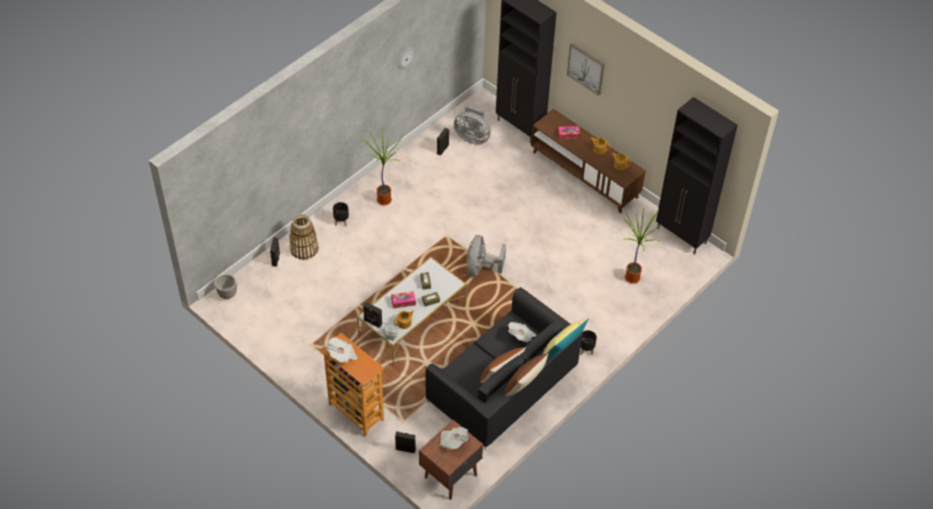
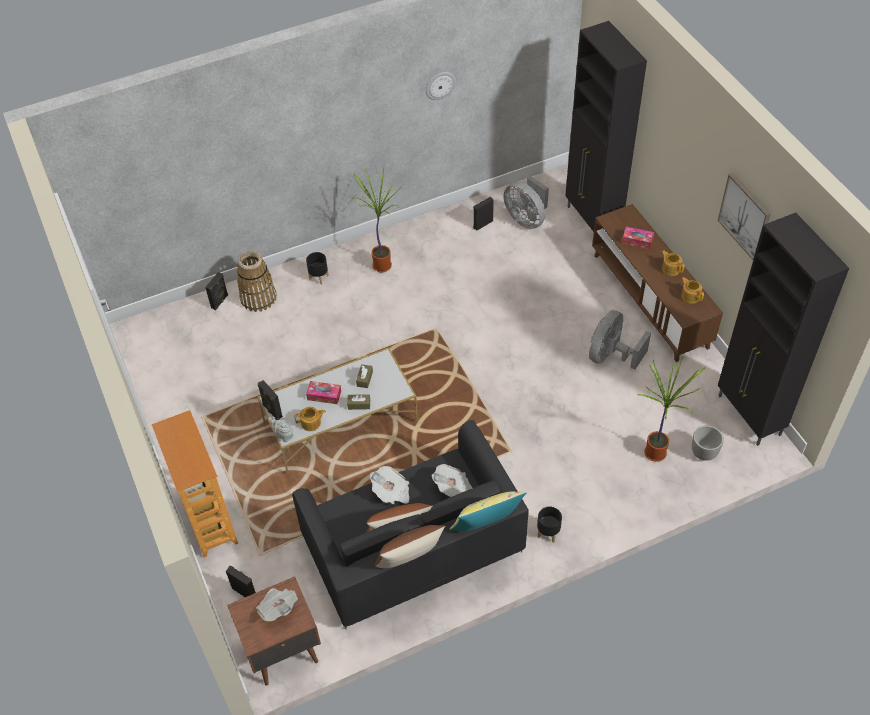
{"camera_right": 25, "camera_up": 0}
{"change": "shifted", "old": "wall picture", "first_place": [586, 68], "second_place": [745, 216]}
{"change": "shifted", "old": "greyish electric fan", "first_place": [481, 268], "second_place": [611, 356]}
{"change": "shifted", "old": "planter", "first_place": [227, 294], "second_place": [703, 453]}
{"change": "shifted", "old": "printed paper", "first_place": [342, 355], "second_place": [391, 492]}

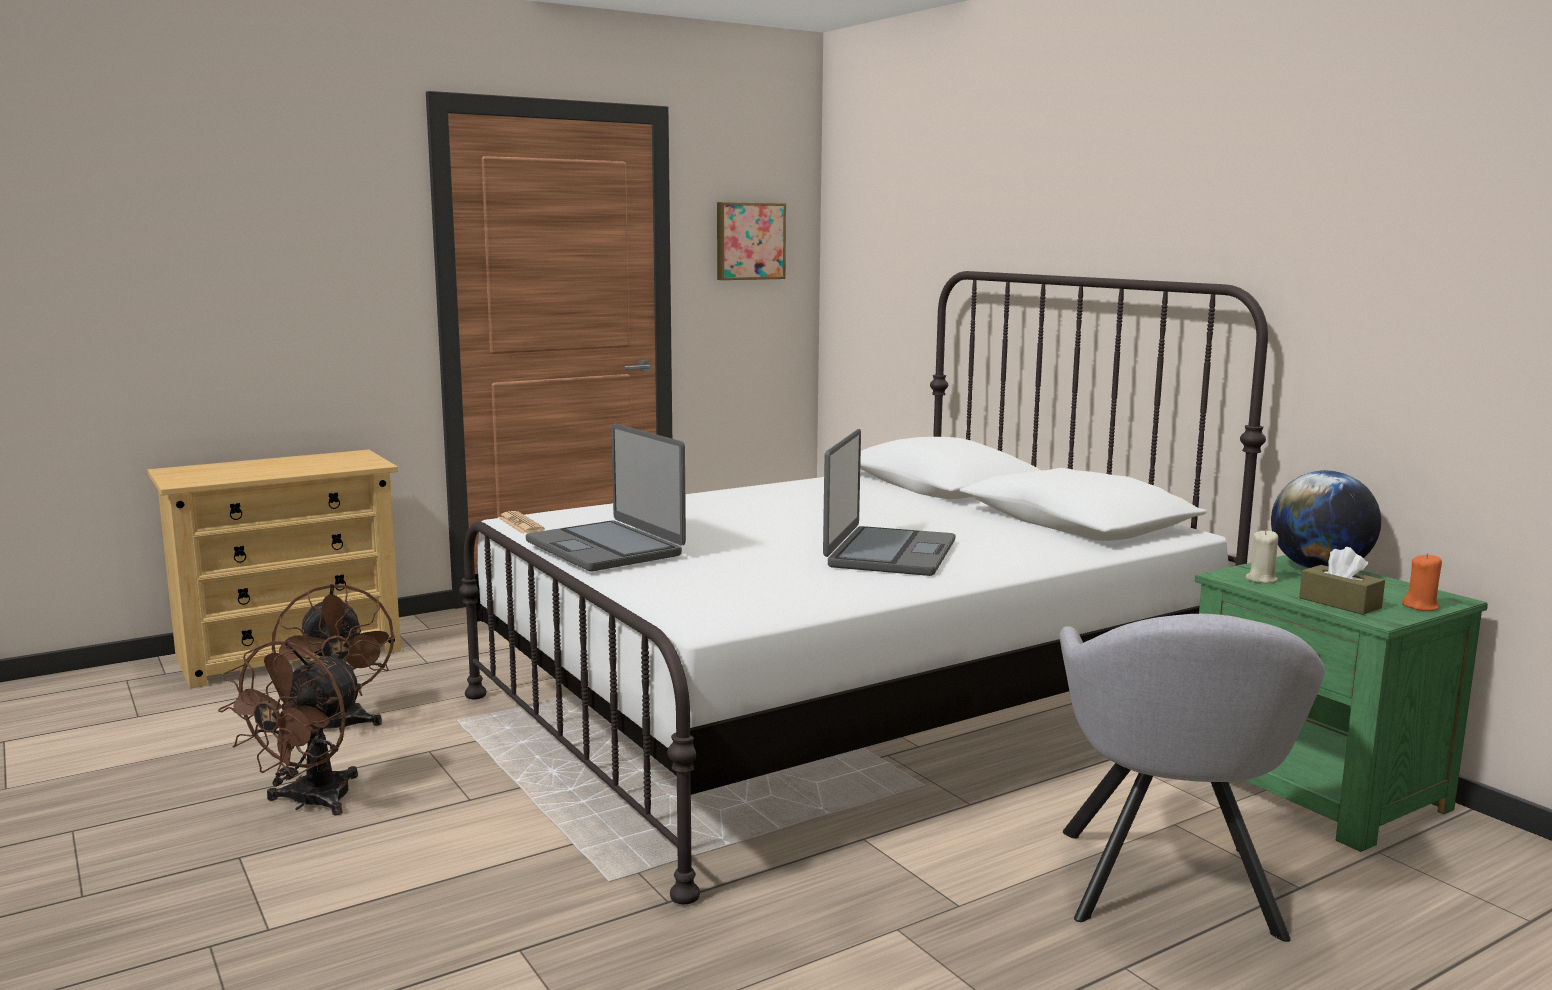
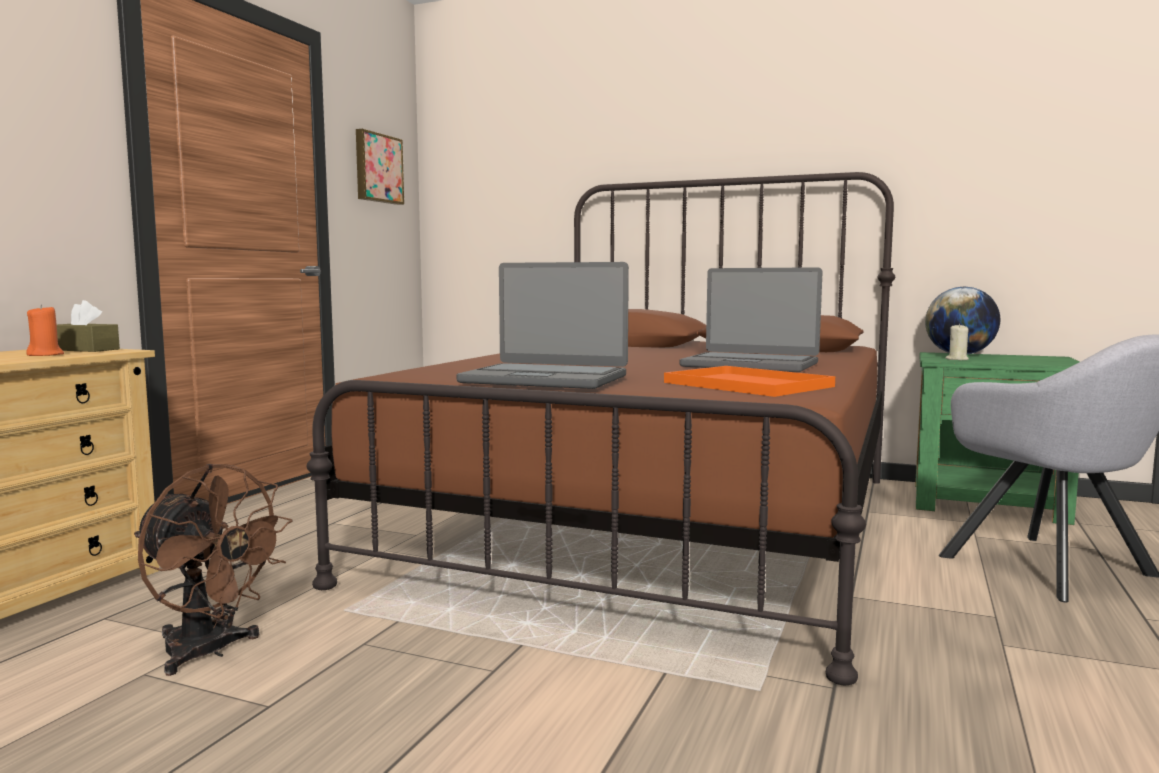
{"camera_right": -35, "camera_up": -5}
{"change": "repainted", "old": "whitish sleeping bed", "new": "brownish sleeping bed", "first_place": [843, 710], "second_place": [658, 524]}
{"change": "rotated", "old": "notebook computer", "first_place": [889, 553], "second_place": [750, 365], "degrees": 135}
{"change": "gone", "old": "printed paper", "first_place": [520, 524]}
{"change": "shifted", "old": "brownish tissue holder", "first_place": [1339, 603], "second_place": [85, 349]}
{"change": "shifted", "old": "orangey candle", "first_place": [1421, 606], "second_place": [45, 355]}
{"change": "gone", "old": "brownish electric fan", "first_place": [309, 803]}
{"change": "new", "new": "orangey tray", "second_place": [744, 384]}

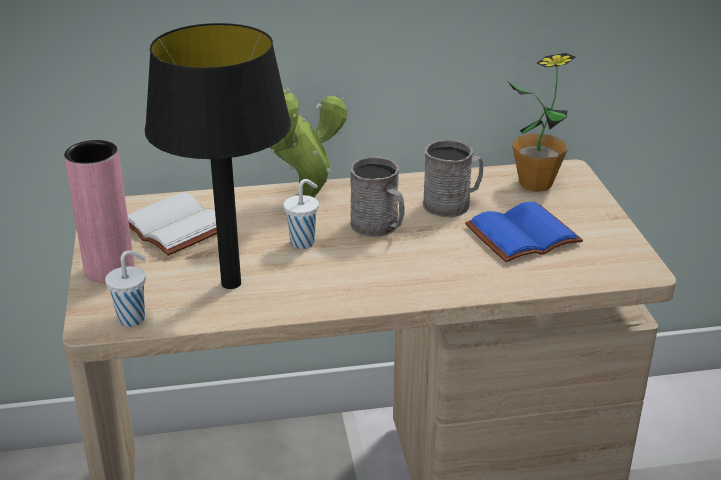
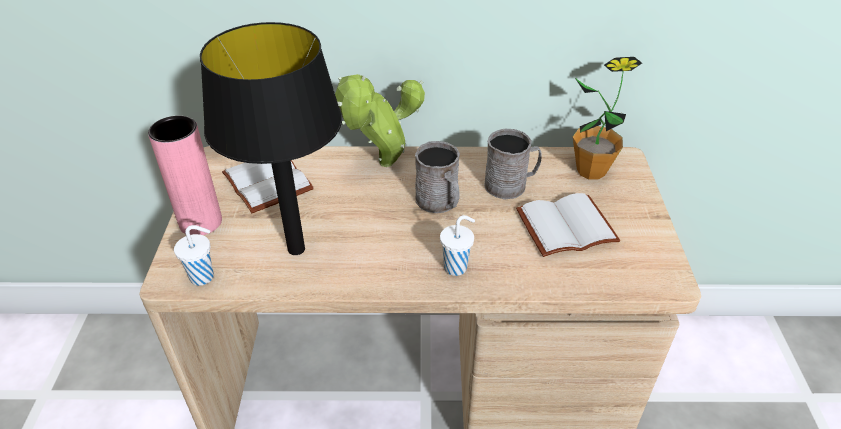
{"camera_right": 10, "camera_up": 10}
{"change": "shifted", "old": "whitish small cup", "first_place": [303, 242], "second_place": [456, 267]}
{"change": "repainted", "old": "blue volume", "new": "whitish volume", "first_place": [522, 233], "second_place": [566, 225]}

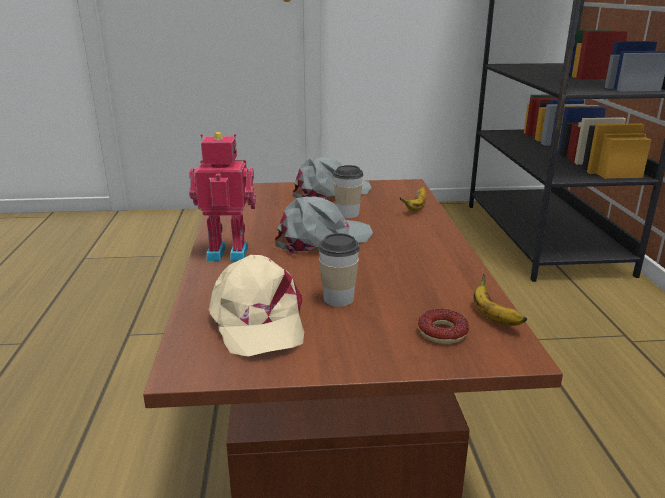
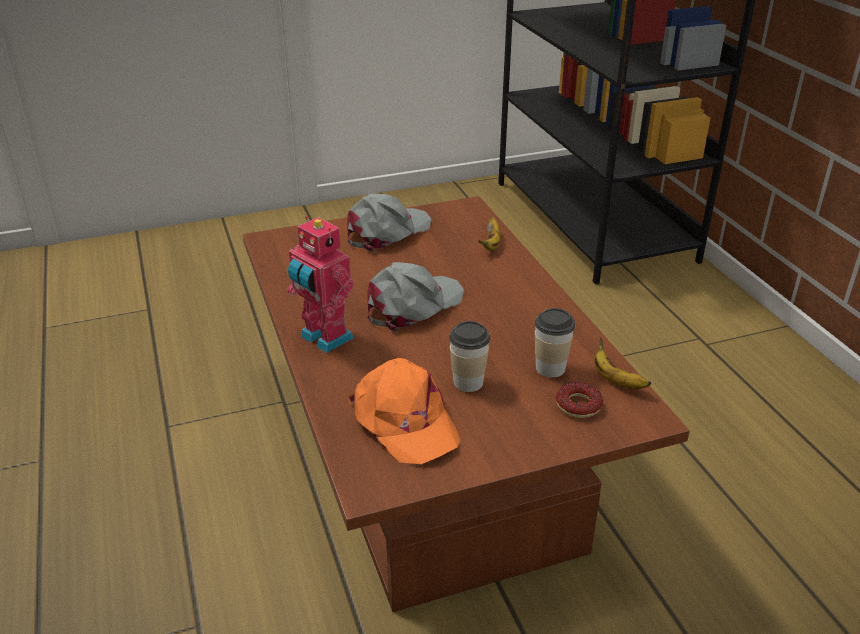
{"camera_right": -15, "camera_up": 10}
{"change": "rotated", "old": "robot figure", "first_place": [228, 252], "second_place": [324, 338], "degrees": -120}
{"change": "shifted", "old": "small cup", "first_place": [347, 214], "second_place": [550, 368]}
{"change": "repainted", "old": "sand-coloured baseball cap", "new": "orangey baseball cap", "first_place": [257, 320], "second_place": [404, 421]}

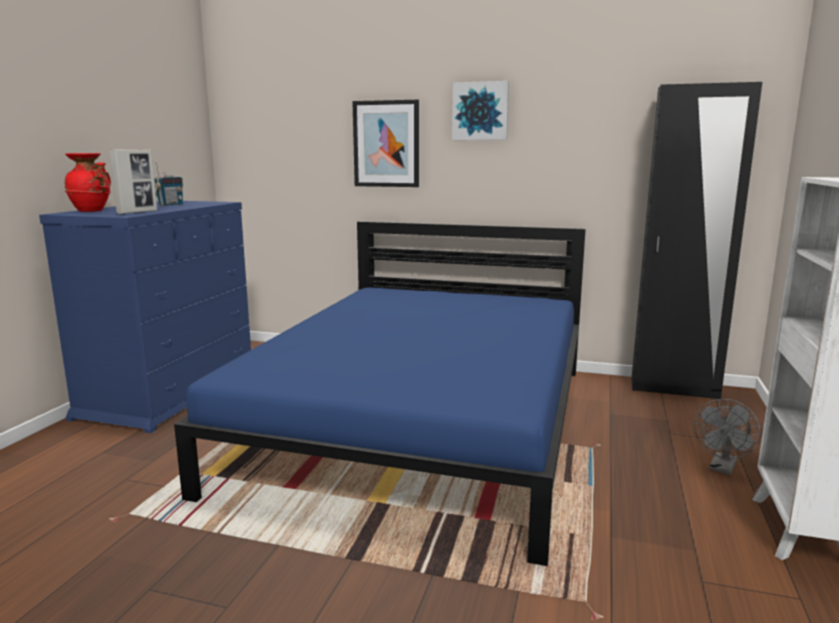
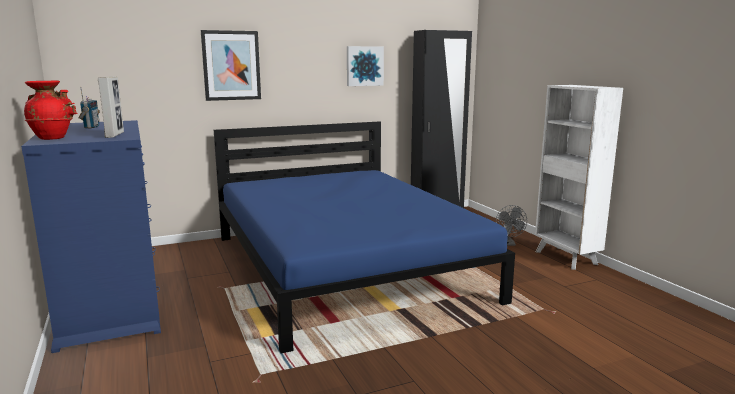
{"camera_right": -40, "camera_up": 0}
{"change": "shifted", "old": "wall picture", "first_place": [480, 111], "second_place": [364, 66]}

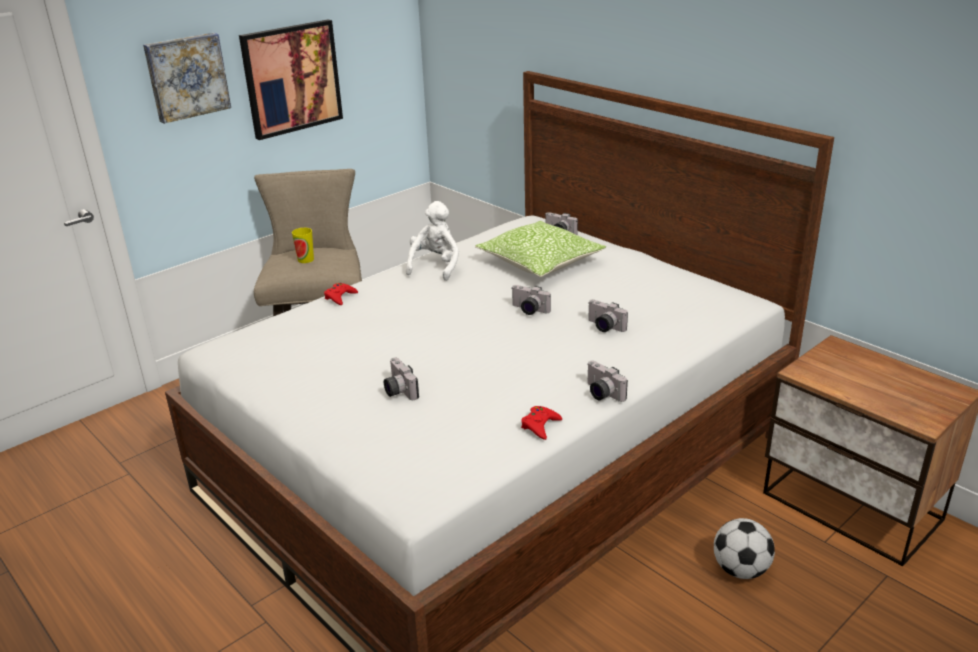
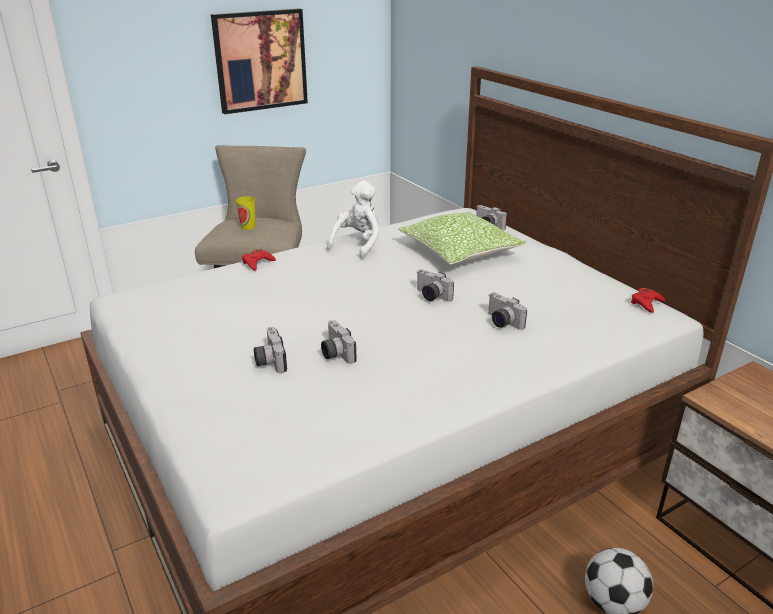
{"camera_right": 10, "camera_up": 0}
{"change": "gone", "old": "wall picture", "first_place": [186, 76]}
{"change": "shifted", "old": "still camera", "first_place": [601, 393], "second_place": [335, 353]}
{"change": "shifted", "old": "red game controller", "first_place": [540, 426], "second_place": [646, 303]}

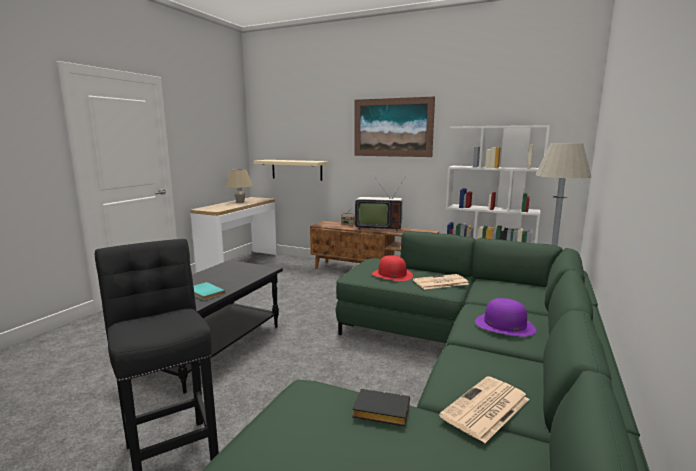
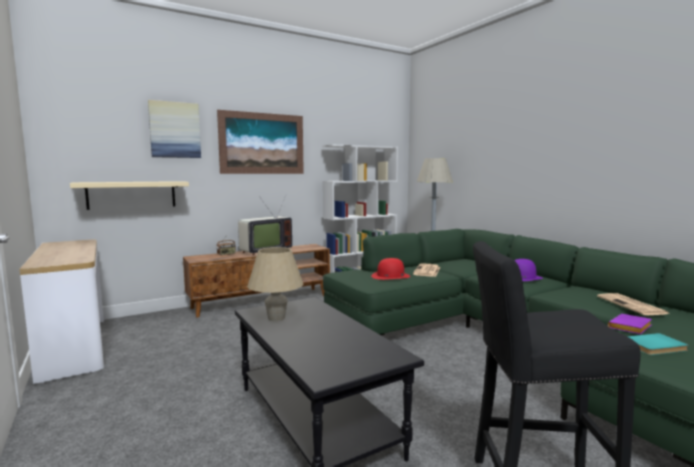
{"camera_right": -55, "camera_up": -5}
{"change": "shifted", "old": "sand-coloured table lamp", "first_place": [240, 202], "second_place": [276, 318]}
{"change": "shifted", "old": "turquoise volume", "first_place": [204, 293], "second_place": [655, 347]}
{"change": "repainted", "old": "black volume", "new": "purple volume", "first_place": [379, 412], "second_place": [630, 328]}
{"change": "new", "new": "wall picture", "second_place": [175, 130]}

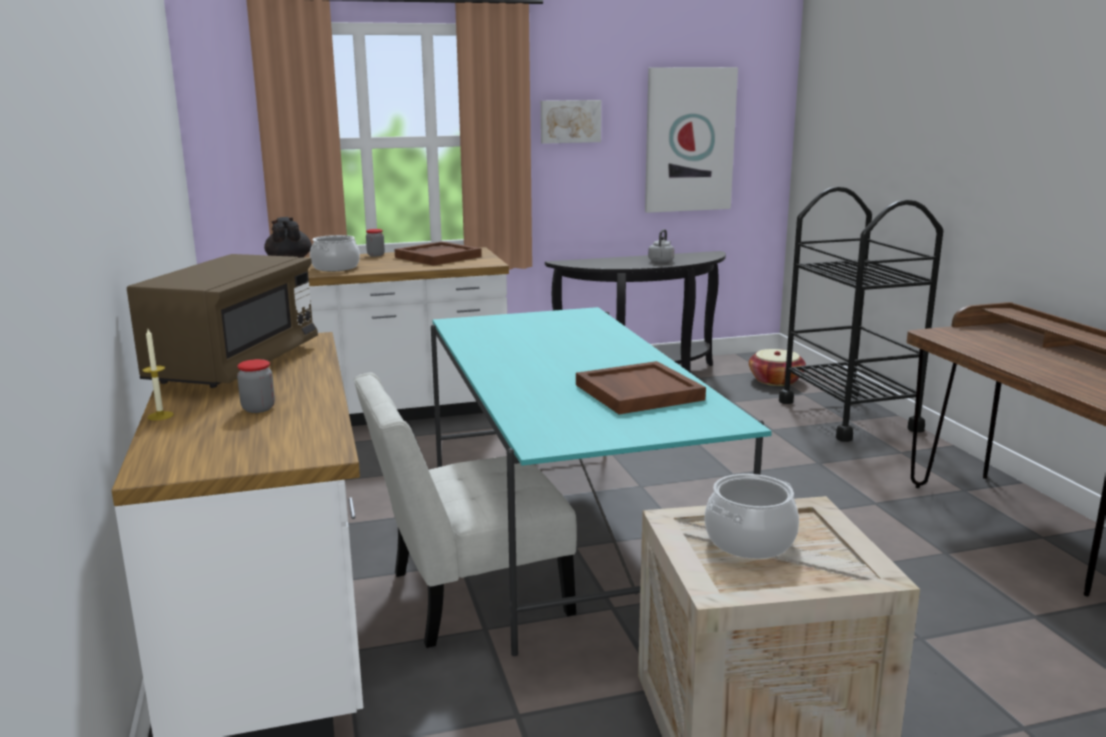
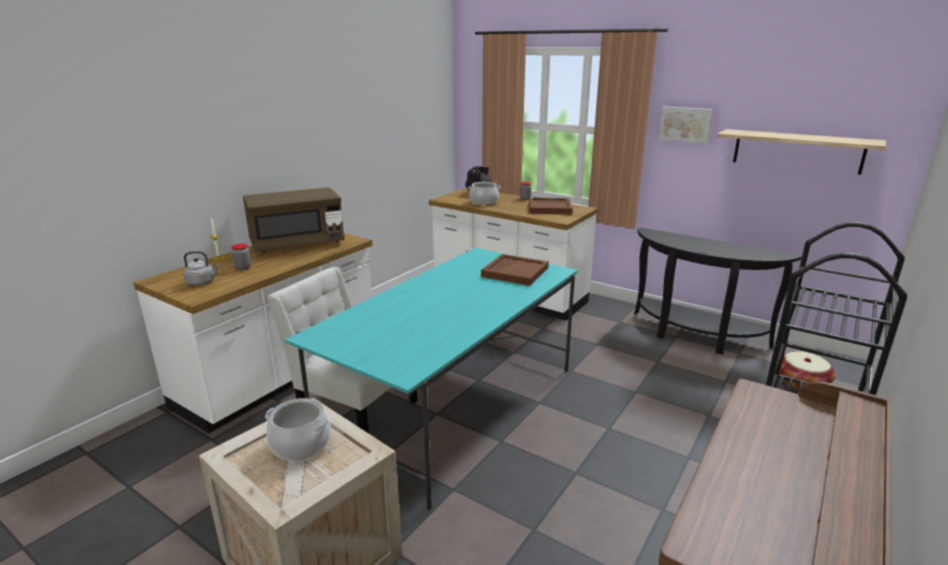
{"camera_right": 50, "camera_up": 5}
{"change": "swapped", "old": "wall picture", "new": "wall shelf", "first_place": [689, 140], "second_place": [797, 151]}
{"change": "shifted", "old": "greyish tea kettle", "first_place": [661, 261], "second_place": [202, 282]}
{"change": "shifted", "old": "brownish tray", "first_place": [637, 392], "second_place": [514, 272]}

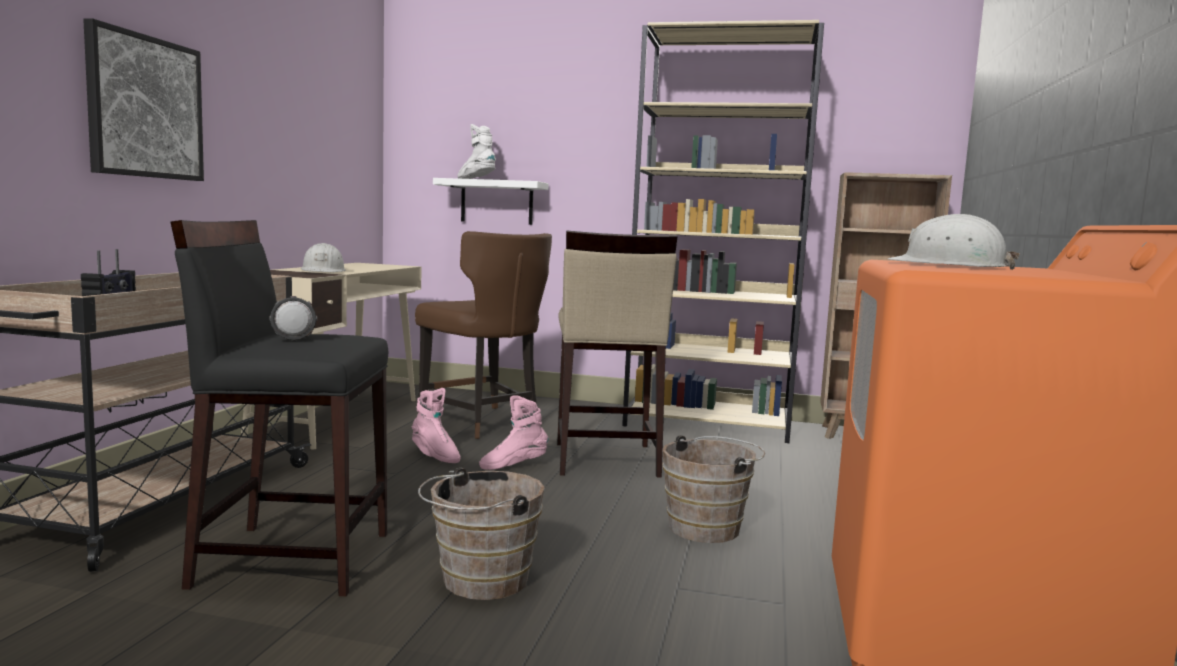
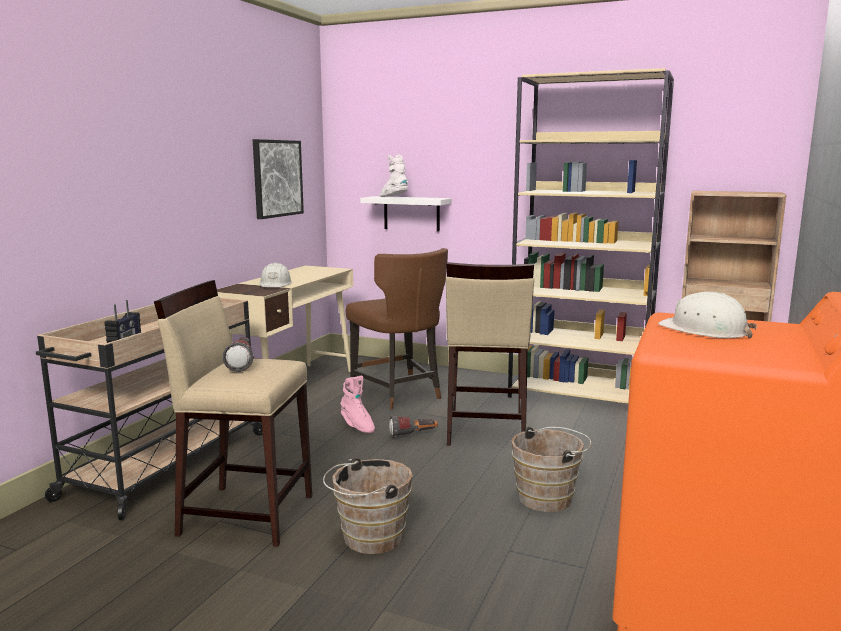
{"camera_right": 10, "camera_up": 5}
{"change": "shifted", "old": "wall picture", "first_place": [145, 107], "second_place": [277, 178]}
{"change": "repainted", "old": "black stool seat", "new": "sand-coloured stool seat", "first_place": [292, 558], "second_place": [246, 514]}
{"change": "swapped", "old": "pinkish boot", "new": "hand torch", "first_place": [513, 465], "second_place": [413, 435]}

